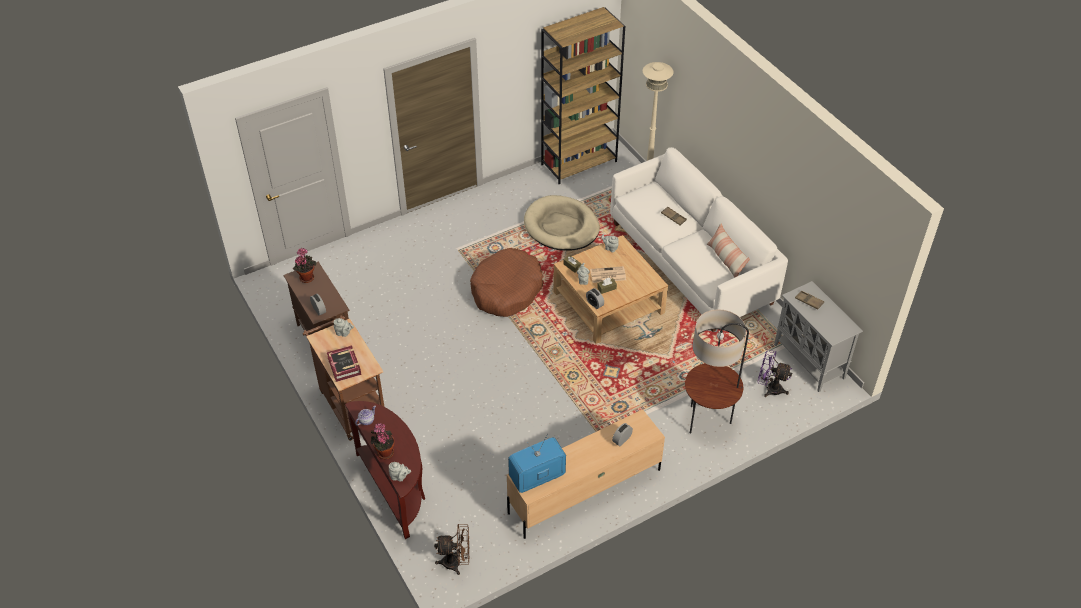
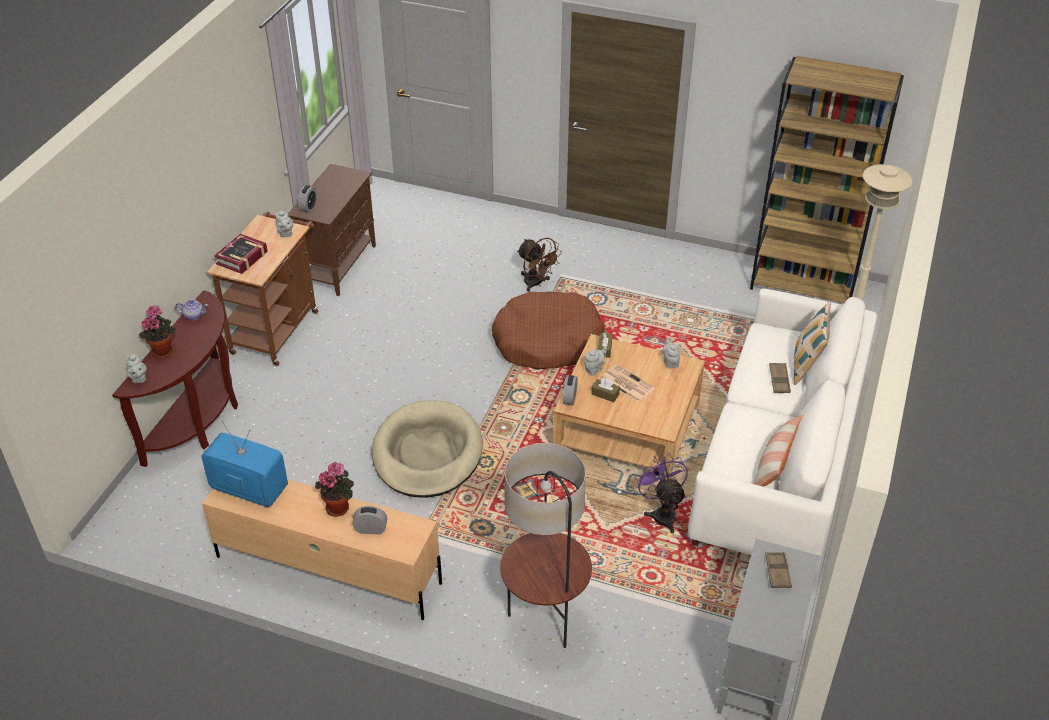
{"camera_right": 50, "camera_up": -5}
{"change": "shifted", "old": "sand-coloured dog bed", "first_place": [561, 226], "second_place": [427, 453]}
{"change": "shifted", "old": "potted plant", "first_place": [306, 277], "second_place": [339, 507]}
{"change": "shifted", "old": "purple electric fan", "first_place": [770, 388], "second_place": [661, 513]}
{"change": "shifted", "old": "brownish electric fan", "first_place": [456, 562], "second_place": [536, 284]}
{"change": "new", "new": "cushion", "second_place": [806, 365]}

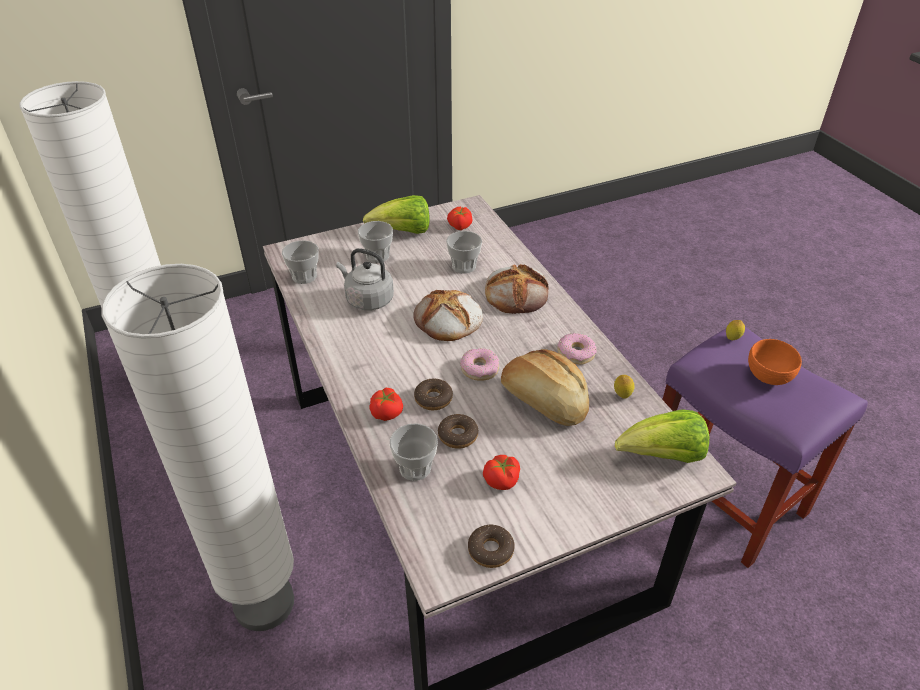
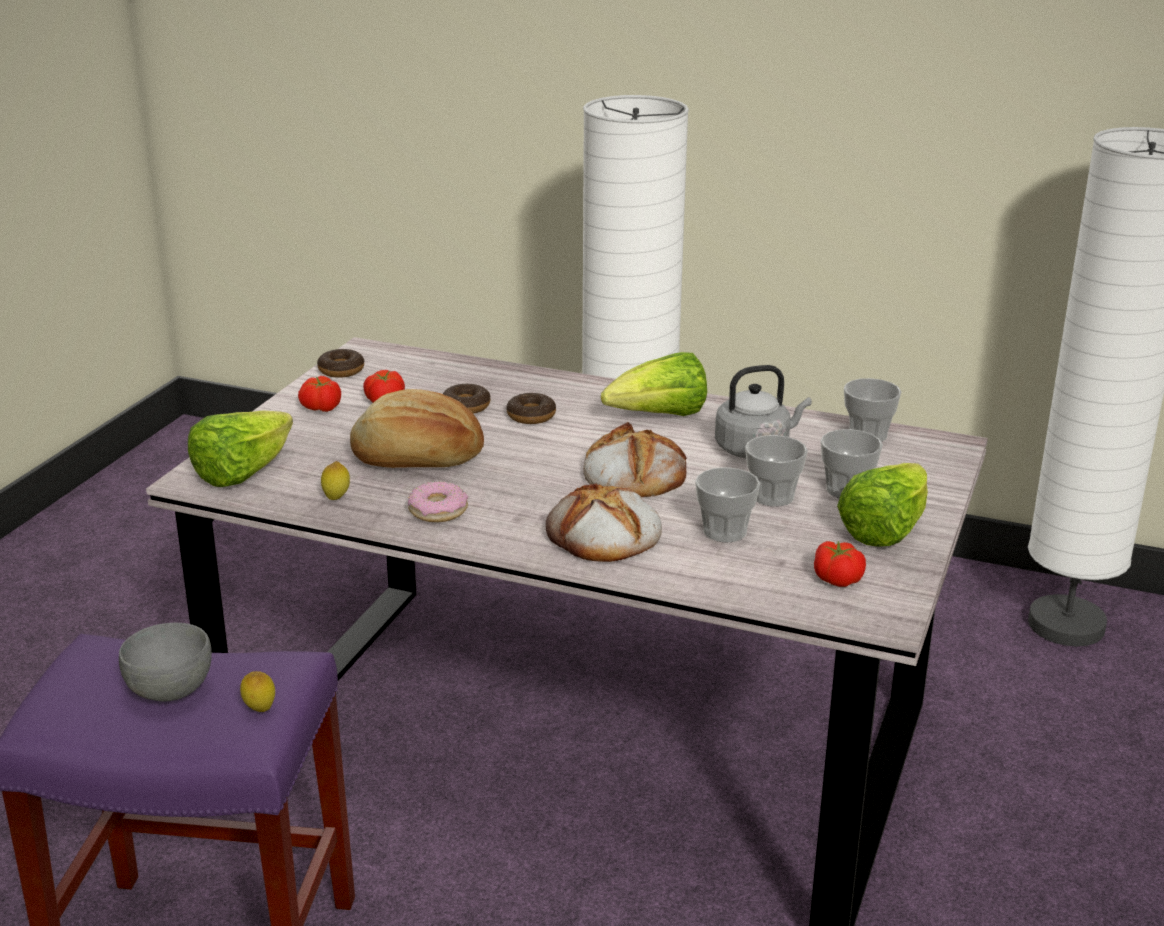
{"camera_right": 135, "camera_up": -15}
{"change": "repainted", "old": "orangey serving bowl", "new": "greyish serving bowl", "first_place": [768, 376], "second_place": [171, 692]}
{"change": "gone", "old": "ring doughnut", "first_place": [480, 369]}
{"change": "shifted", "old": "fresh tomato", "first_place": [387, 412], "second_place": [321, 408]}
{"change": "shifted", "old": "small cup", "first_place": [415, 468], "second_place": [773, 496]}
{"change": "new", "new": "head of lettuce", "second_place": [659, 417]}

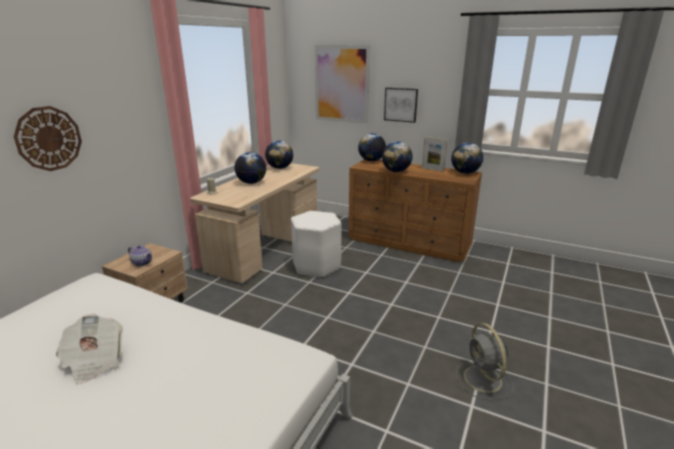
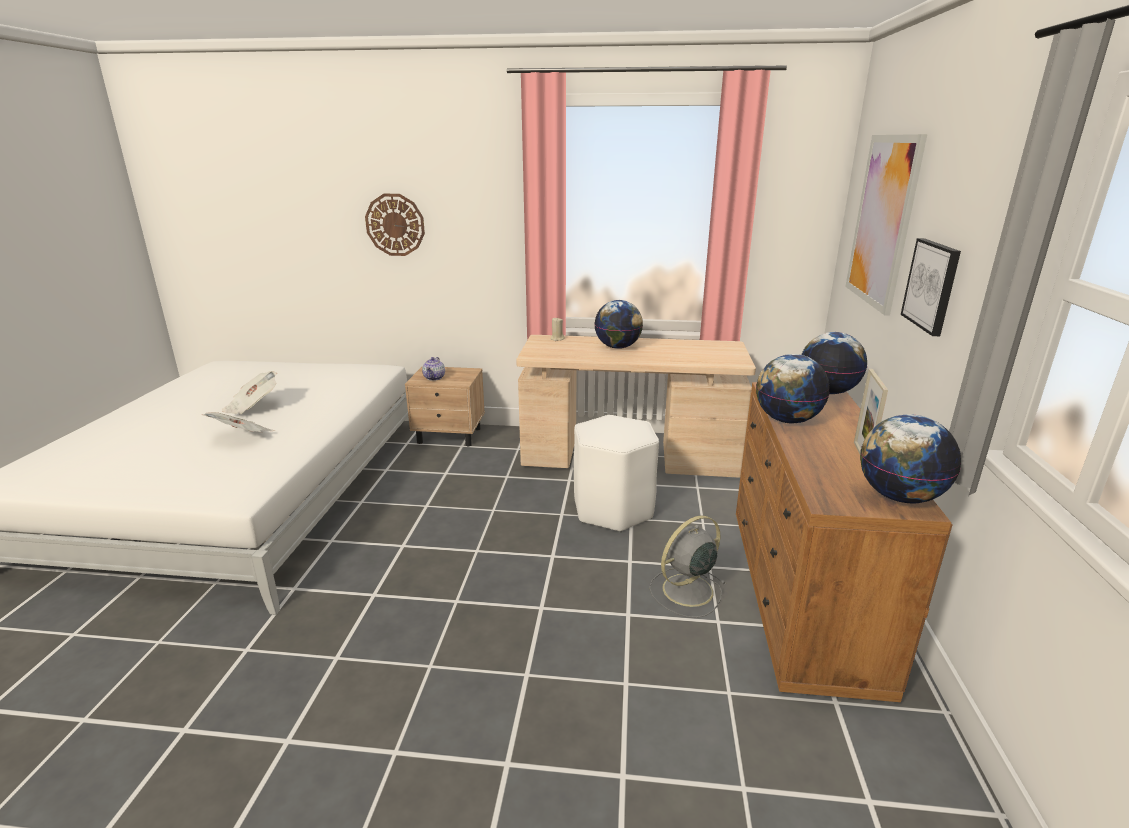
{"camera_right": 70, "camera_up": 0}
{"change": "gone", "old": "globe", "first_place": [279, 168]}
{"change": "shifted", "old": "greyish electric fan", "first_place": [483, 380], "second_place": [686, 591]}
{"change": "new", "new": "printed paper", "second_place": [243, 437]}

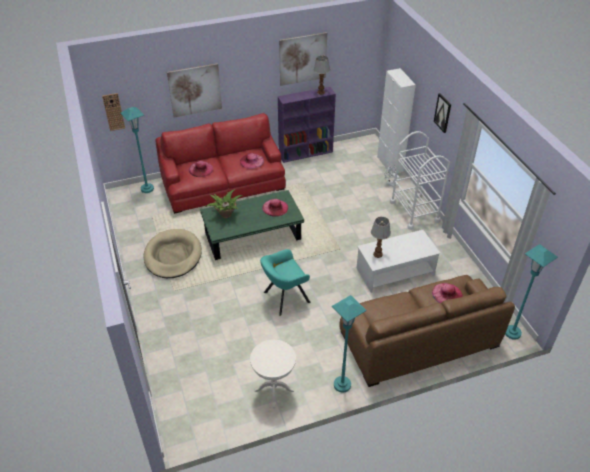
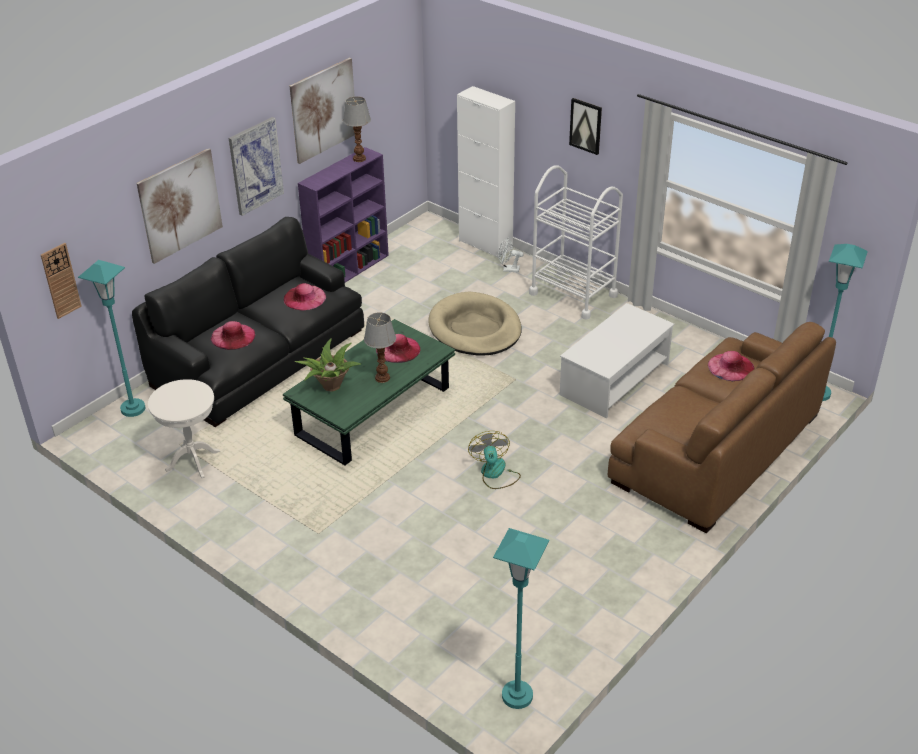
{"camera_right": -30, "camera_up": -5}
{"change": "repainted", "old": "red couch", "new": "black couch", "first_place": [223, 185], "second_place": [259, 358]}
{"change": "shifted", "old": "table lamp", "first_place": [377, 254], "second_place": [382, 377]}
{"change": "shifted", "old": "sand-coloured dog bed", "first_place": [173, 256], "second_place": [475, 329]}
{"change": "swapped", "old": "turquoise armchair", "new": "electric fan", "first_place": [284, 298], "second_place": [495, 474]}
{"change": "shifted", "old": "turquoise standard lamp", "first_place": [342, 385], "second_place": [517, 696]}
{"change": "shifted", "old": "whitish end table", "first_place": [274, 390], "second_place": [193, 461]}
{"change": "new", "new": "wall picture", "second_place": [255, 166]}

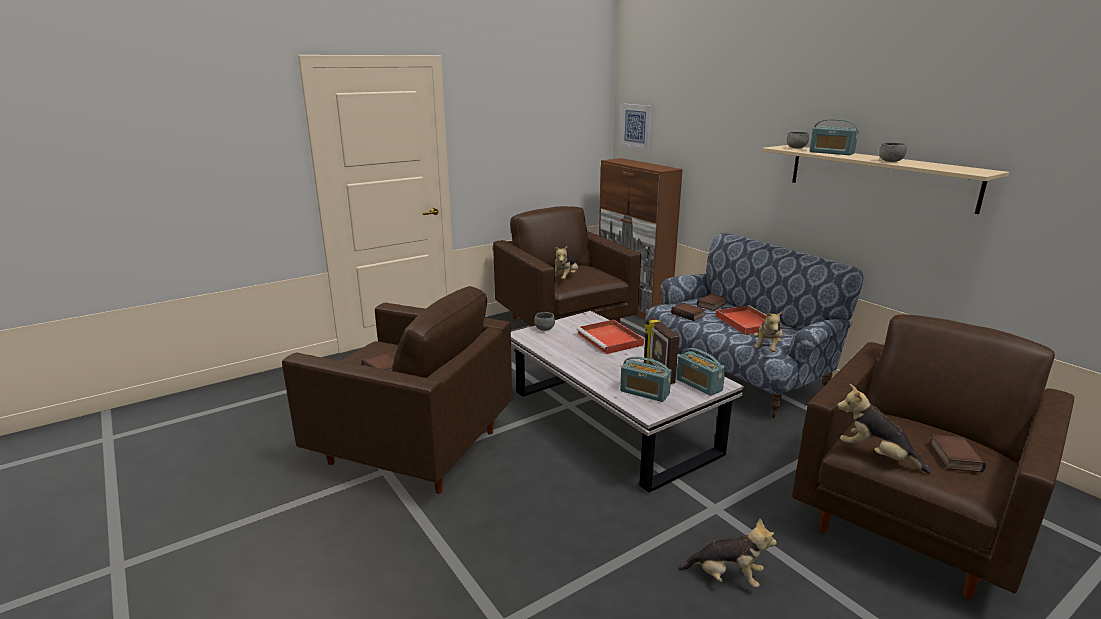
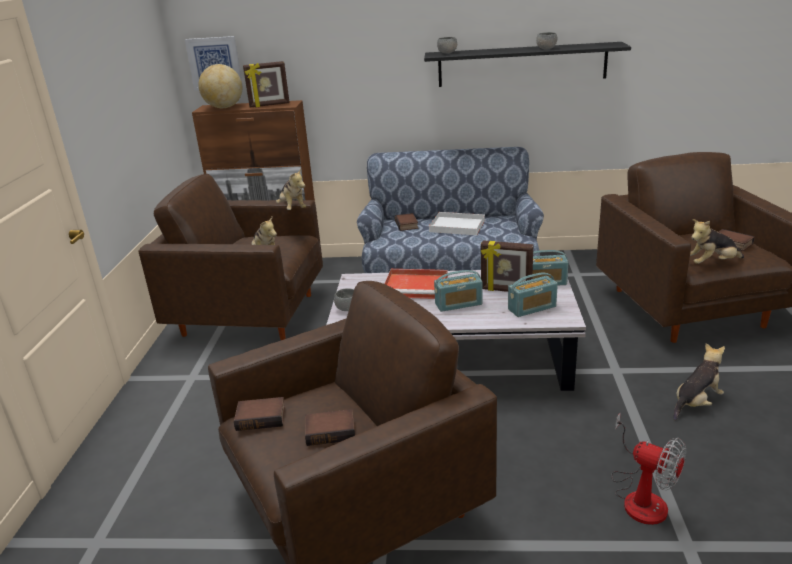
{"camera_right": -50, "camera_up": 5}
{"change": "shifted", "old": "radio", "first_place": [831, 153], "second_place": [458, 304]}
{"change": "repainted", "old": "sand-coloured wall shelf", "new": "black wall shelf", "first_place": [879, 176], "second_place": [522, 65]}
{"change": "shifted", "old": "volume", "first_place": [688, 314], "second_place": [261, 417]}
{"change": "repainted", "old": "red tray", "new": "whitish tray", "first_place": [745, 322], "second_place": [456, 226]}
{"change": "shifted", "old": "plush toy", "first_place": [767, 348], "second_place": [292, 209]}
{"change": "new", "new": "picture frame", "second_place": [269, 105]}
{"change": "new", "new": "globe", "second_place": [224, 107]}
{"change": "new", "new": "electric fan", "second_place": [640, 496]}

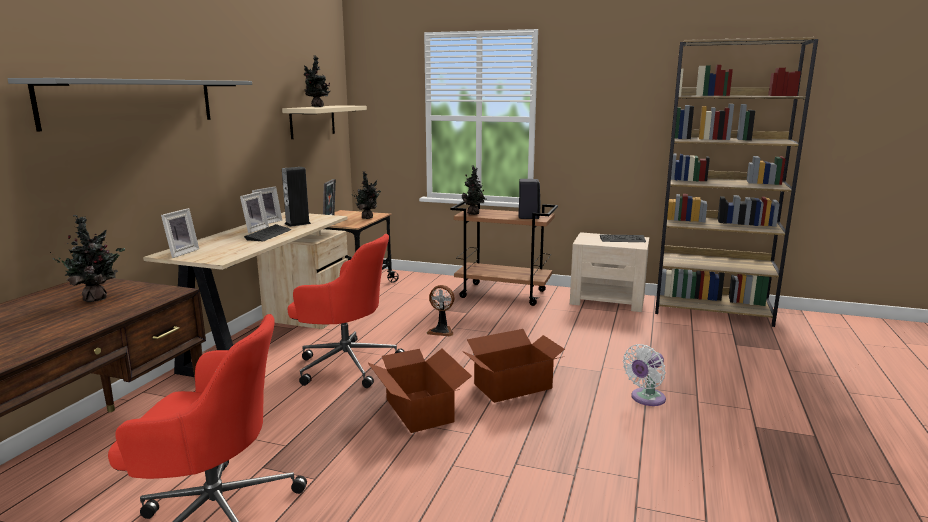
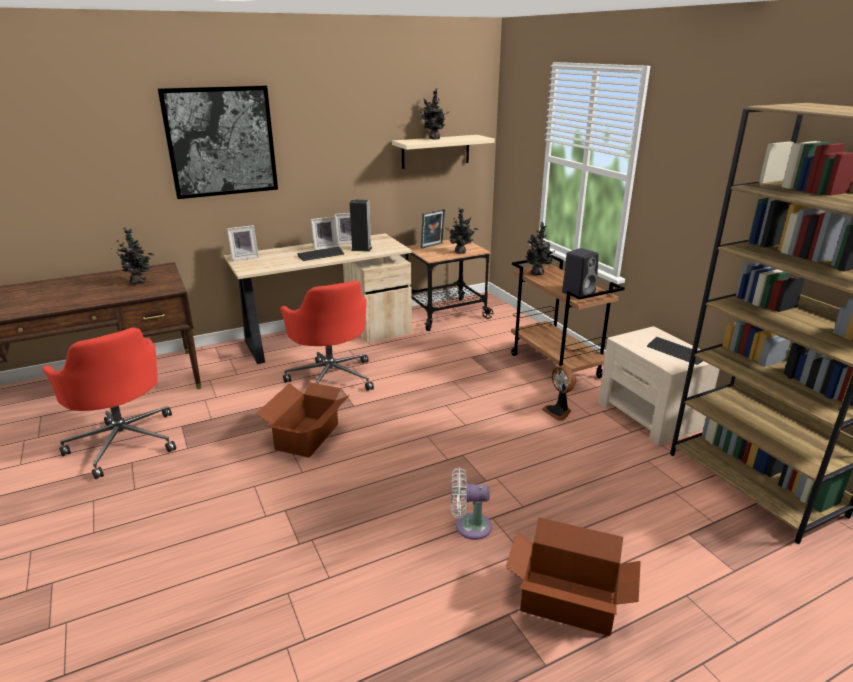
{"camera_right": 45, "camera_up": 10}
{"change": "swapped", "old": "greyish wall shelf", "new": "wall picture", "first_place": [133, 102], "second_place": [221, 142]}
{"change": "shifted", "old": "electric fan", "first_place": [441, 331], "second_place": [558, 412]}
{"change": "shifted", "old": "packing box", "first_place": [514, 386], "second_place": [568, 603]}

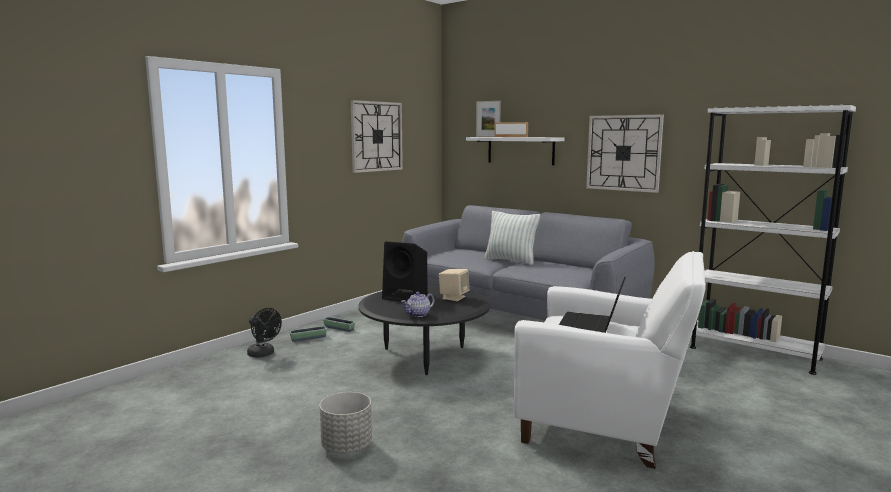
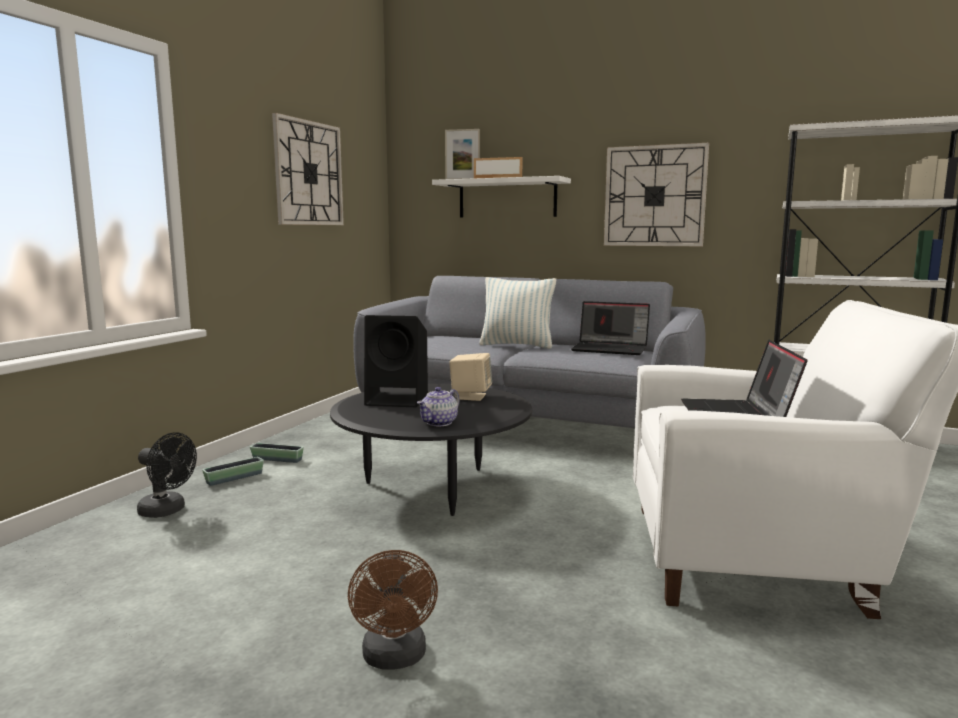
{"camera_right": -15, "camera_up": 0}
{"change": "swapped", "old": "greyish planter", "new": "brownish electric fan", "first_place": [347, 447], "second_place": [395, 658]}
{"change": "new", "new": "notebook computer", "second_place": [611, 349]}

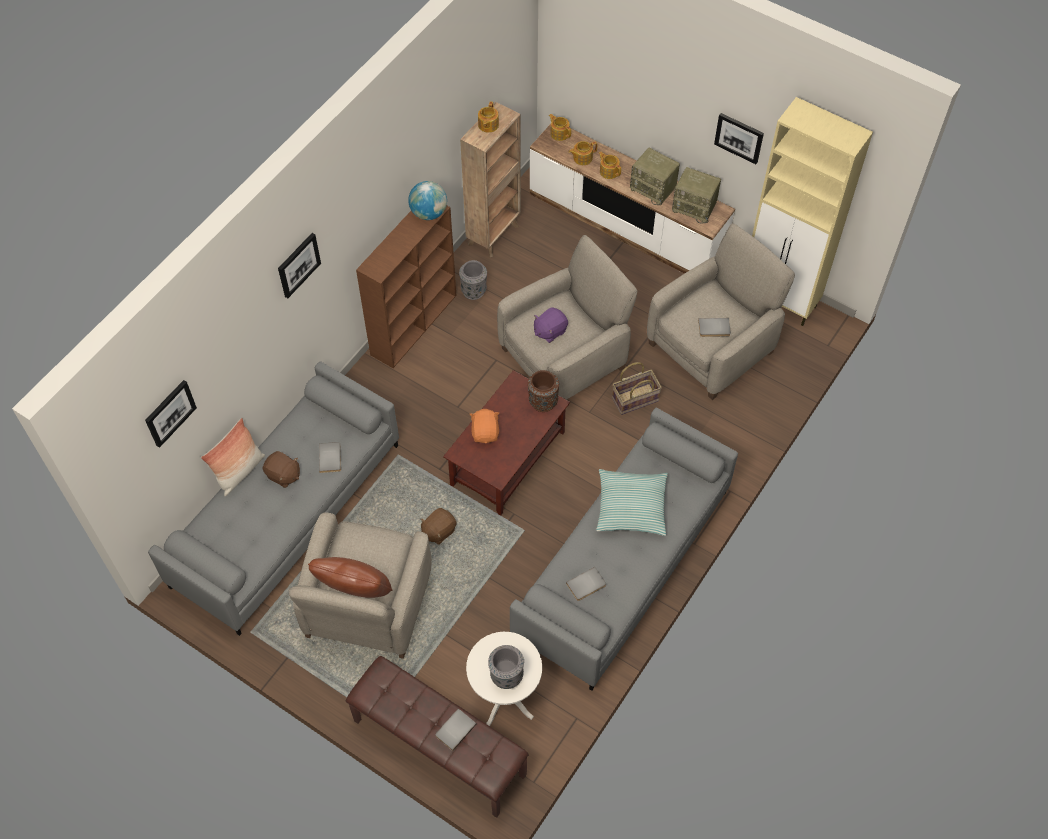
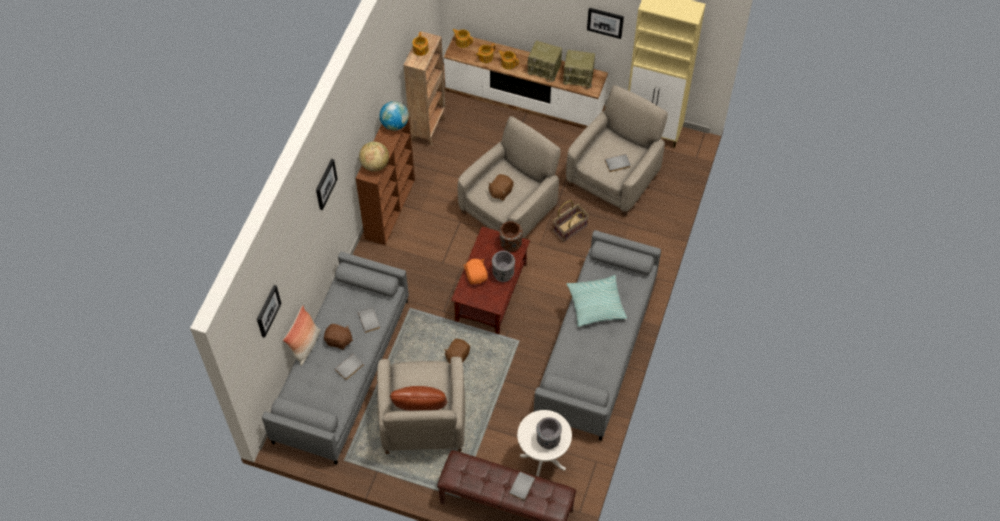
{"camera_right": -15, "camera_up": 0}
{"change": "shifted", "old": "greyish vase", "first_place": [474, 290], "second_place": [503, 273]}
{"change": "repainted", "old": "purple plush toy", "new": "brownish plush toy", "first_place": [550, 331], "second_place": [500, 192]}
{"change": "shifted", "old": "greyish volume", "first_place": [586, 585], "second_place": [350, 368]}
{"change": "new", "new": "globe", "second_place": [375, 165]}

